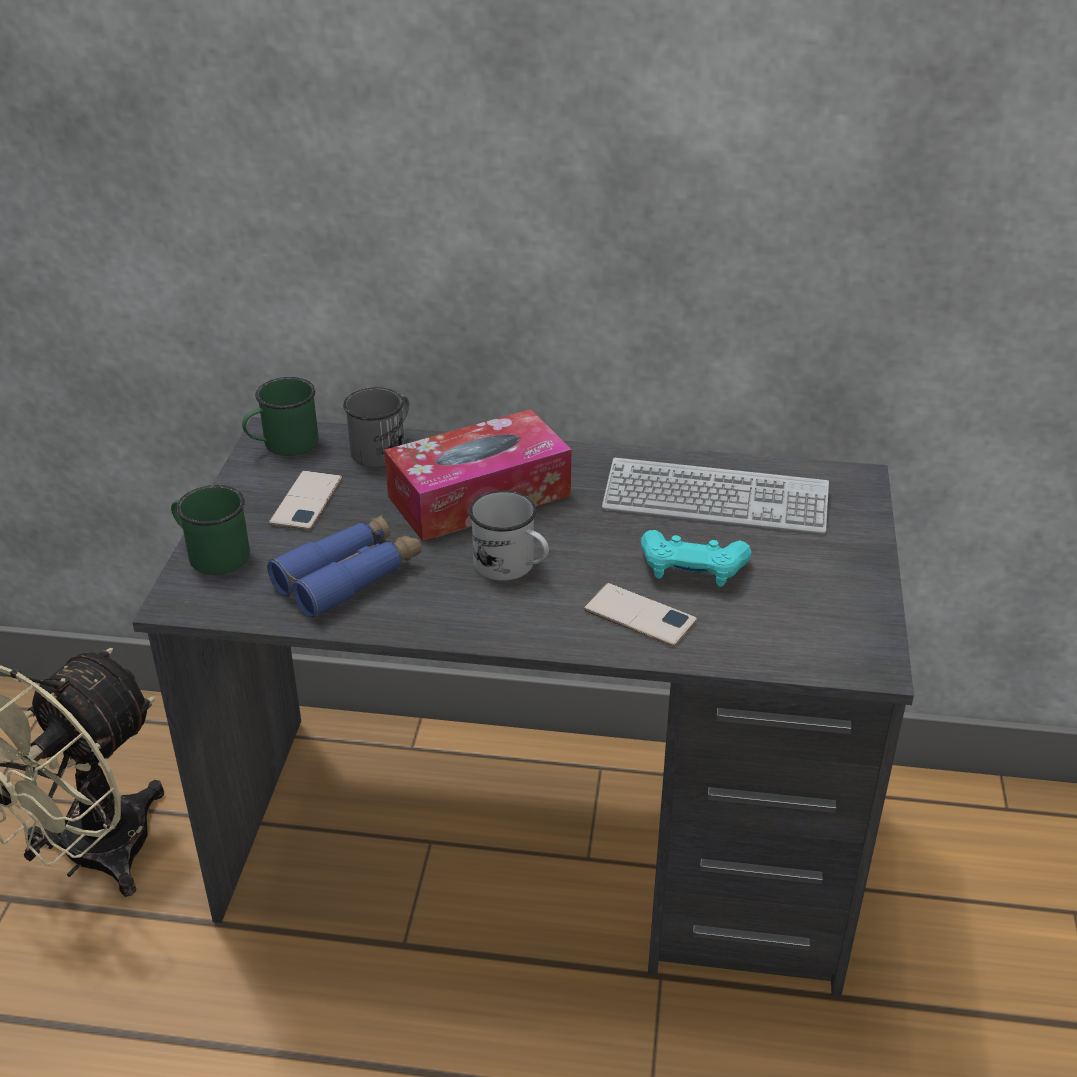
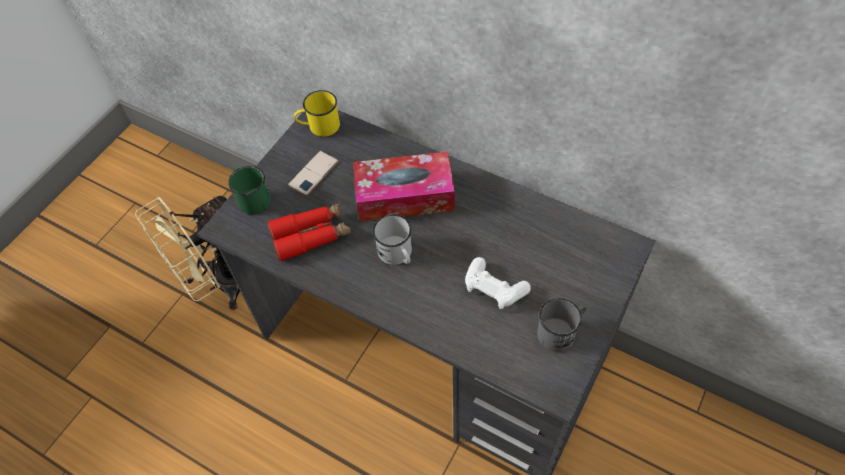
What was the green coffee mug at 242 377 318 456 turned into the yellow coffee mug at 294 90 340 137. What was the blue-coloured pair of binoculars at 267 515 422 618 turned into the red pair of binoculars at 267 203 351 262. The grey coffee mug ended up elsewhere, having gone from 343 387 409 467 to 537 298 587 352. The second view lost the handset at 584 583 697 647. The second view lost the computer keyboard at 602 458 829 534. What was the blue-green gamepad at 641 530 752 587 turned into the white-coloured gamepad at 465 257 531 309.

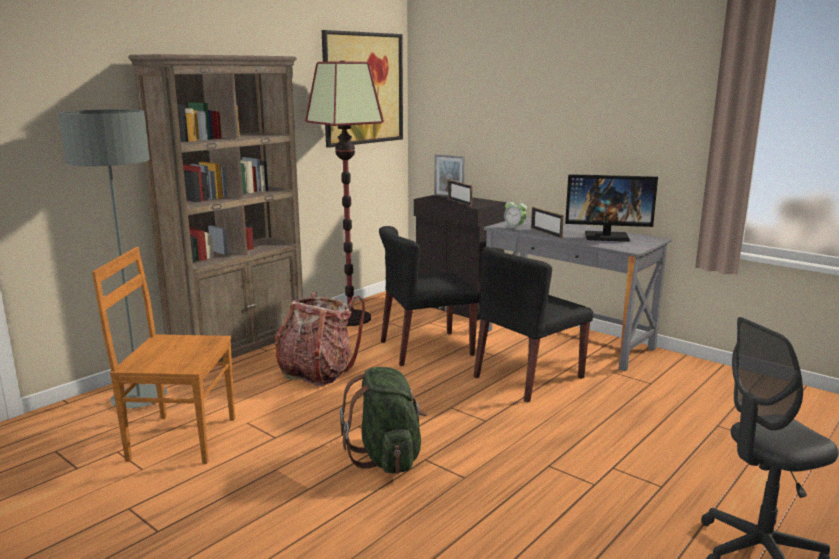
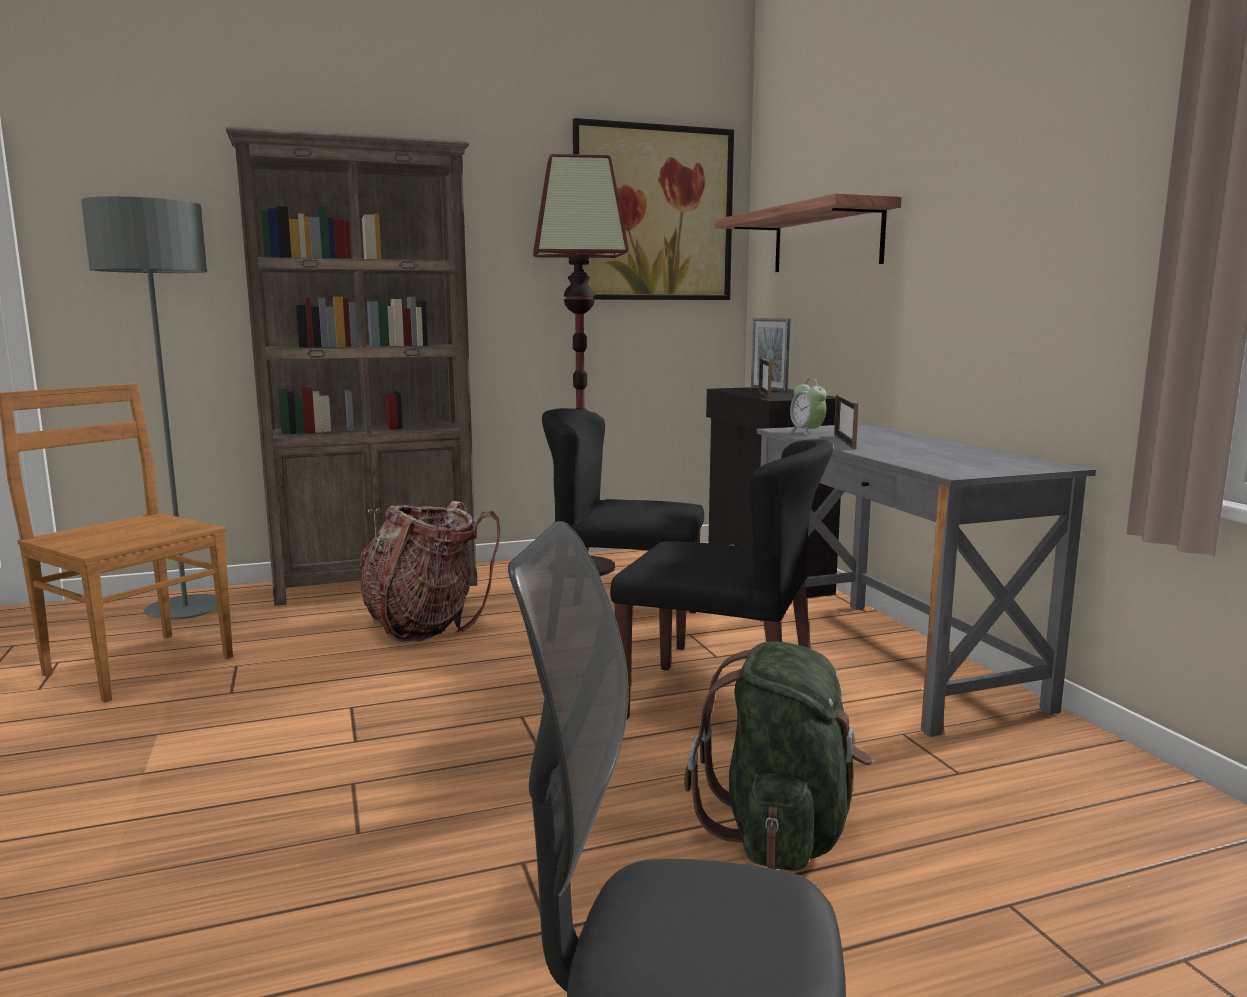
The green rucksack ended up elsewhere, having gone from 340 367 427 474 to 684 642 873 871. The black upright chair at 474 247 593 402 ended up facing another way, 150 degrees counterclockwise from before. The second view lost the computer screen at 565 174 658 242. The second view gained the bracket shelf at 715 193 902 272.

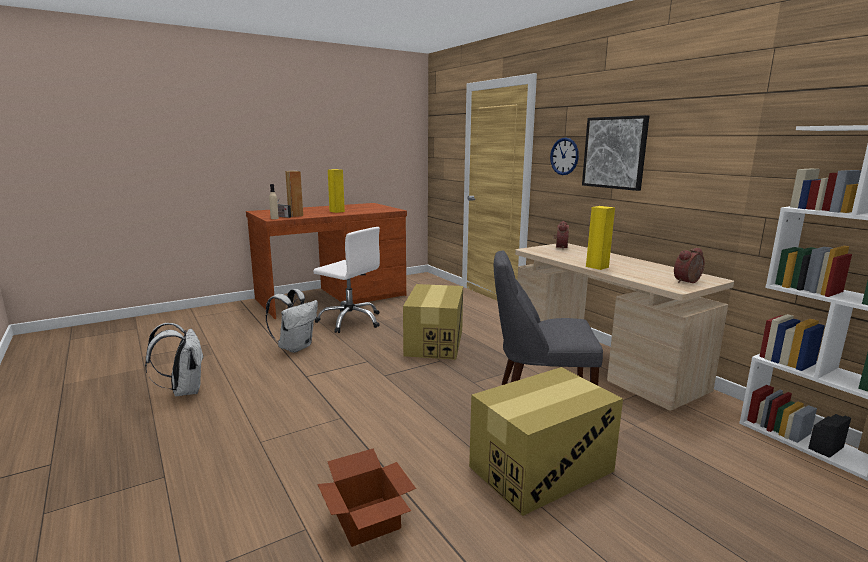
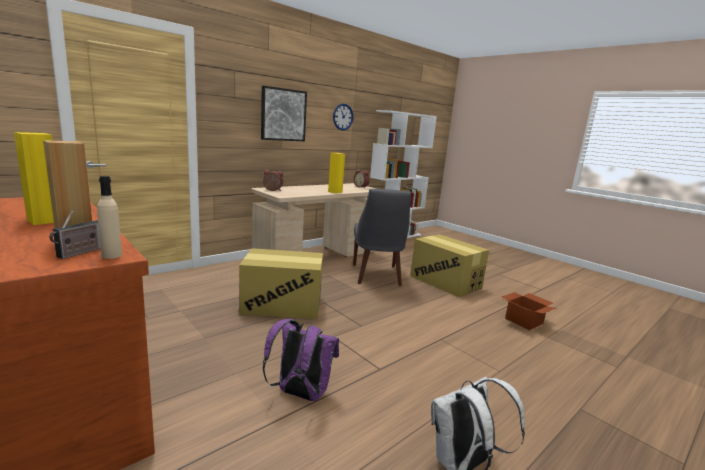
What was the white-coloured rucksack at 265 289 318 353 turned into the purple-coloured rucksack at 263 319 339 401. The second view lost the white-coloured computer chair at 313 227 380 333. The clock on the wall ended up elsewhere, having gone from 550 138 579 175 to 333 104 353 131.

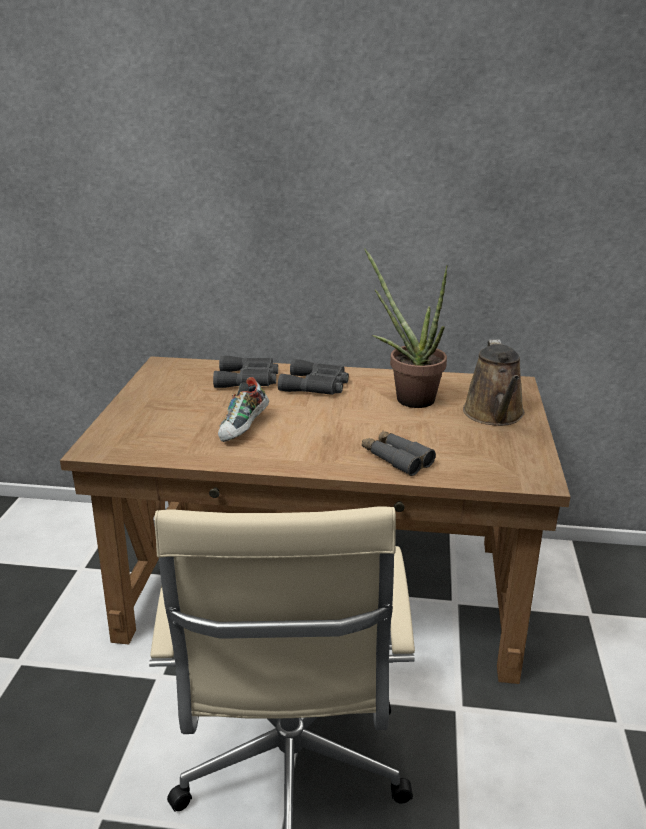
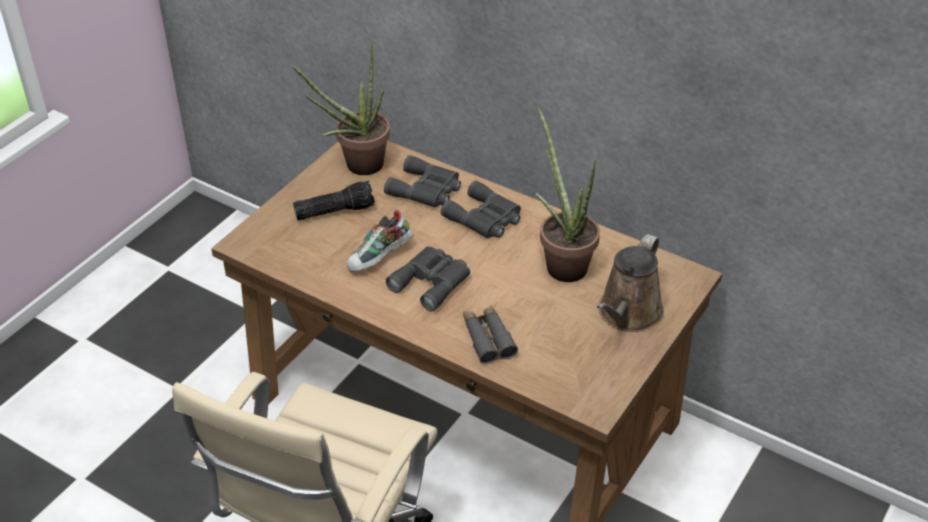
The second view gained the potted plant at 292 41 390 175. The second view gained the torch at 293 181 375 220. The second view gained the grey pair of binoculars at 386 247 470 311.

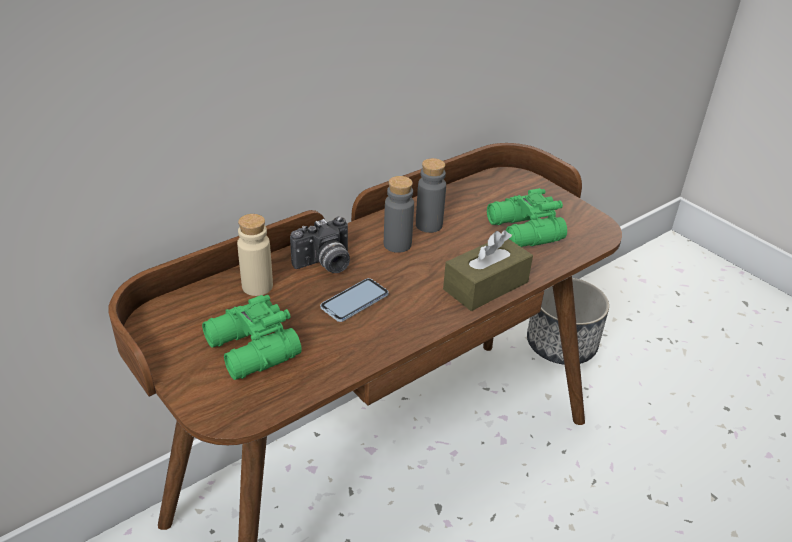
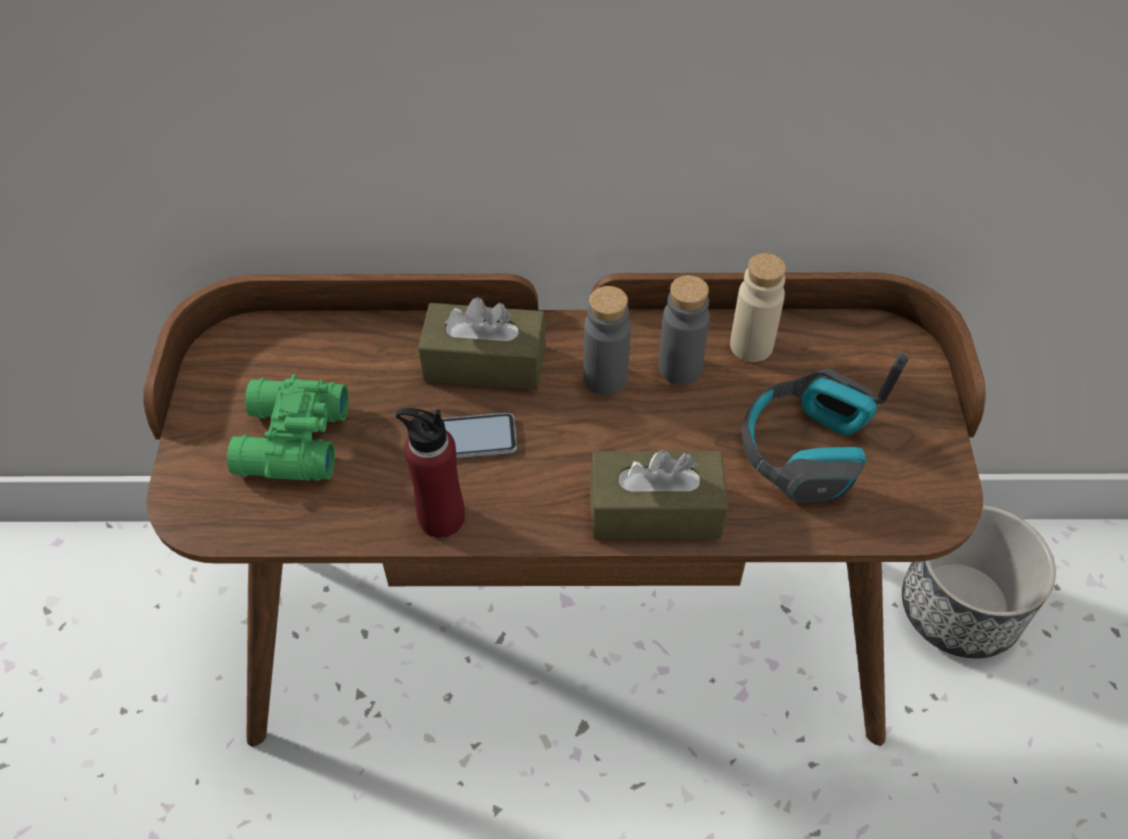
The sand-coloured drink bottle ended up elsewhere, having gone from 237 214 273 296 to 730 253 786 362. Where the still camera stood at 290 217 350 273, the brownish tissue holder came to stand at 418 297 546 390. Where the green pair of binoculars stood at 487 188 567 247, the headset came to stand at 742 353 909 503. The second view gained the red drink bottle at 396 408 465 538.

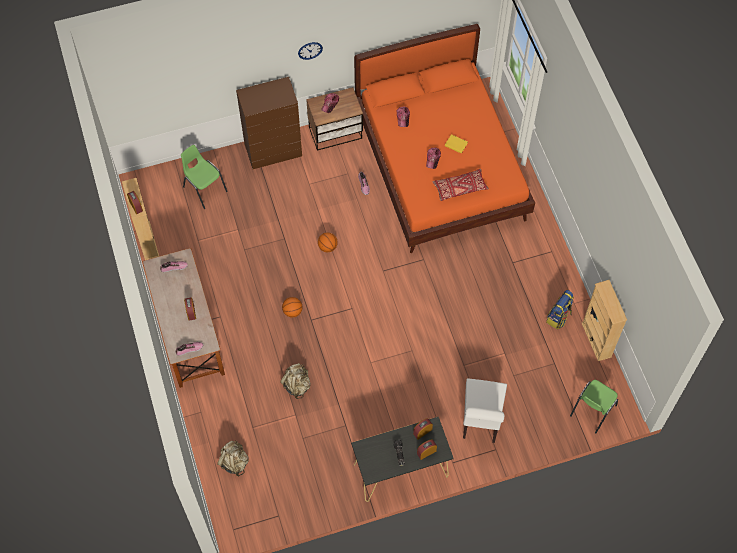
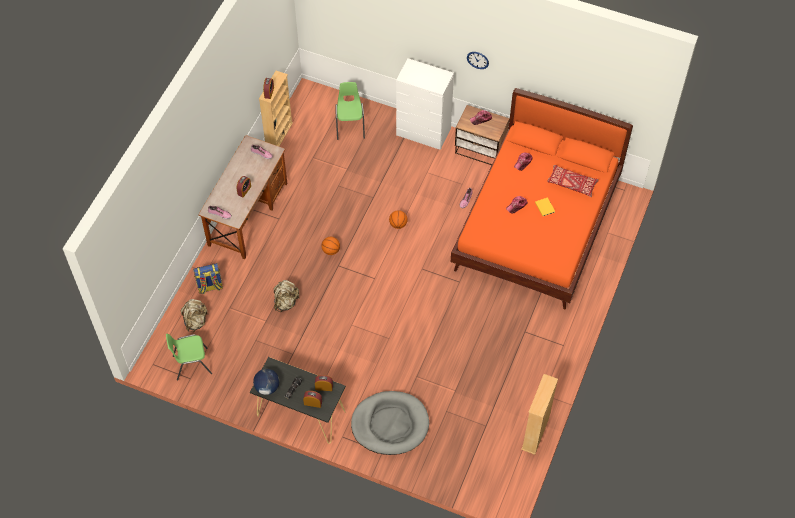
What was the brownish chest of drawers at 236 77 302 169 turned into the white-coloured chest of drawers at 396 58 454 150. The red cushion ended up elsewhere, having gone from 433 169 489 201 to 547 165 599 197. Where the white-coloured upright chair stood at 463 378 507 443, the grey dog cushion came to stand at 351 391 429 455. The rucksack ended up elsewhere, having gone from 546 290 574 330 to 193 263 223 294. The green upright chair ended up elsewhere, having gone from 570 380 618 433 to 166 334 212 381. The second view gained the globe at 253 369 279 395.

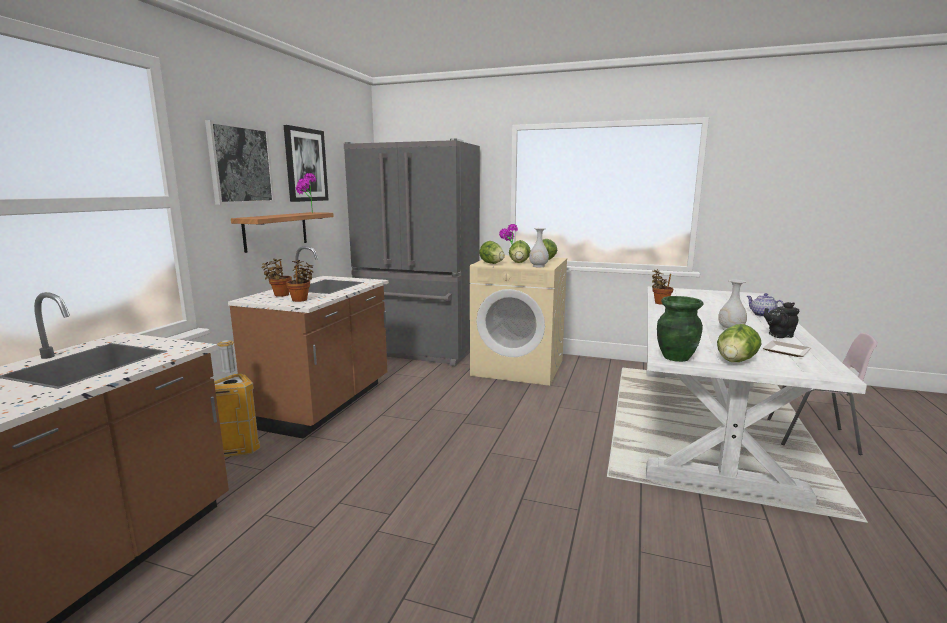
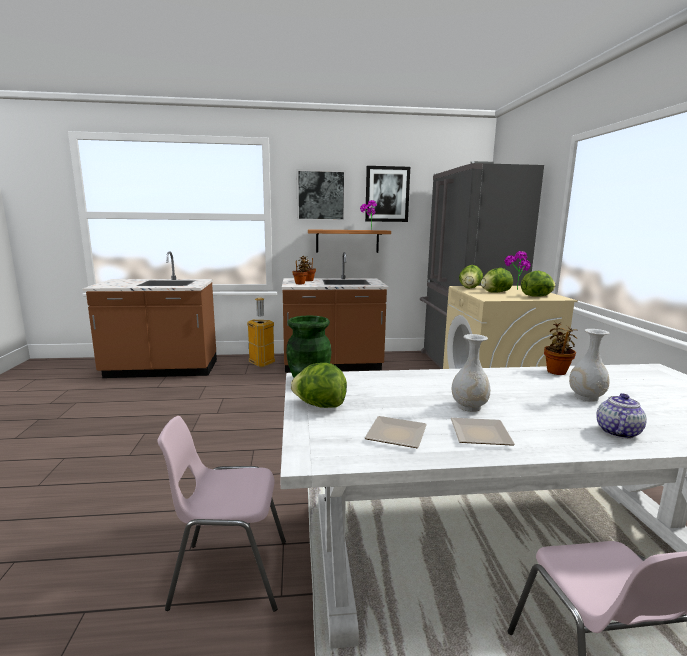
The white-coloured vase ended up elsewhere, having gone from 529 228 549 267 to 569 329 610 402. Where the black teapot stood at 764 302 799 338, the plate came to stand at 451 418 515 446. The second view gained the pink-coloured upright chair at 157 416 286 612.

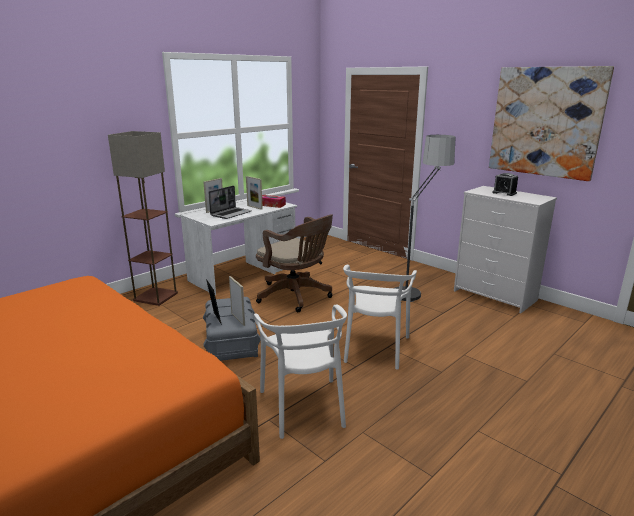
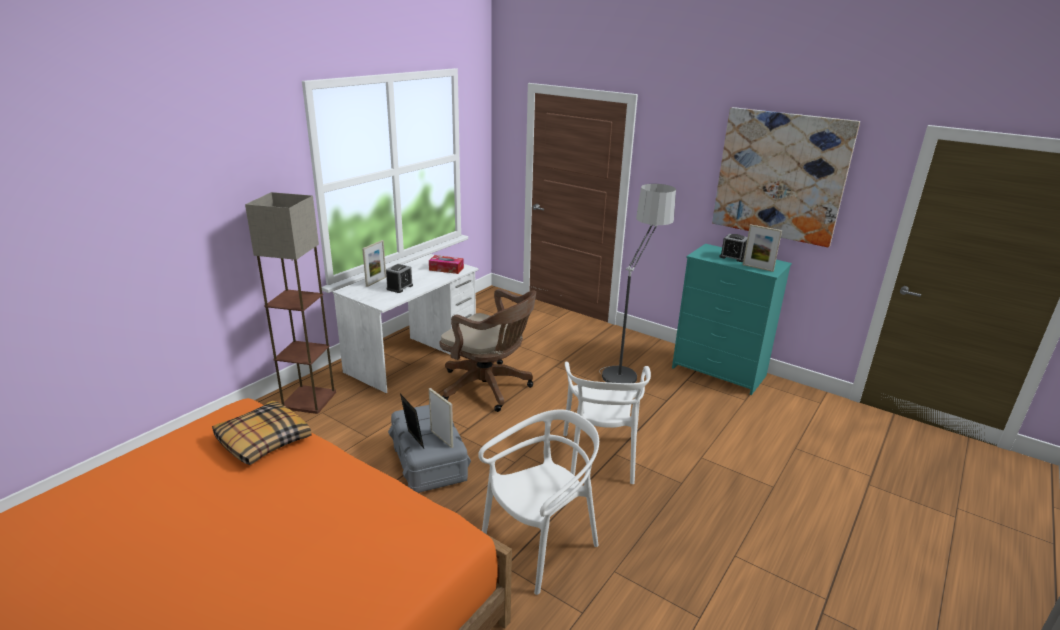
Where the notebook computer stood at 208 186 252 219, the alarm clock came to stand at 386 264 413 293. The picture frame ended up elsewhere, having gone from 246 176 263 210 to 743 224 782 272. The white-coloured upright chair at 254 304 347 439 ended up facing another way, 105 degrees counterclockwise from before. What was the white-coloured chest of drawers at 454 186 557 313 turned into the blue-green chest of drawers at 672 244 792 395. The second view gained the cushion at 212 401 312 465.

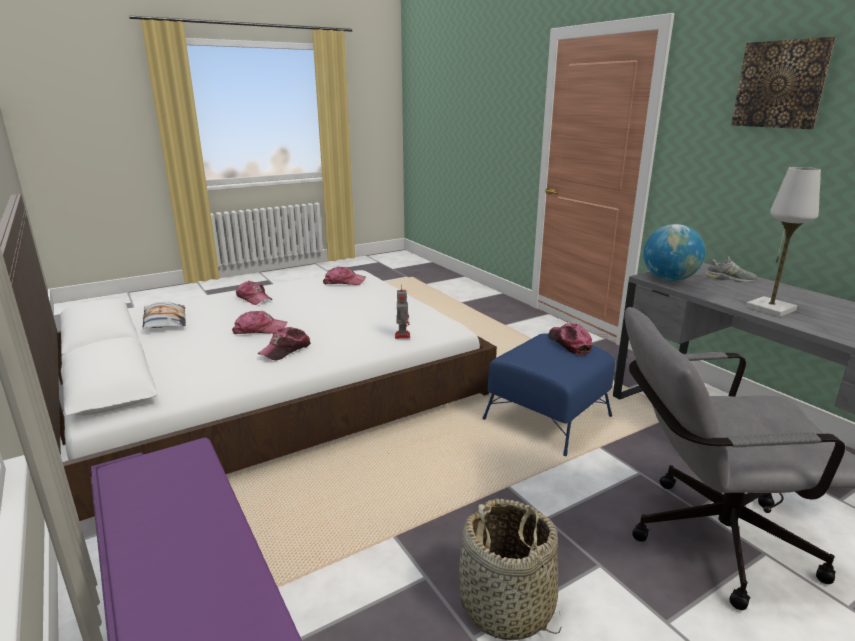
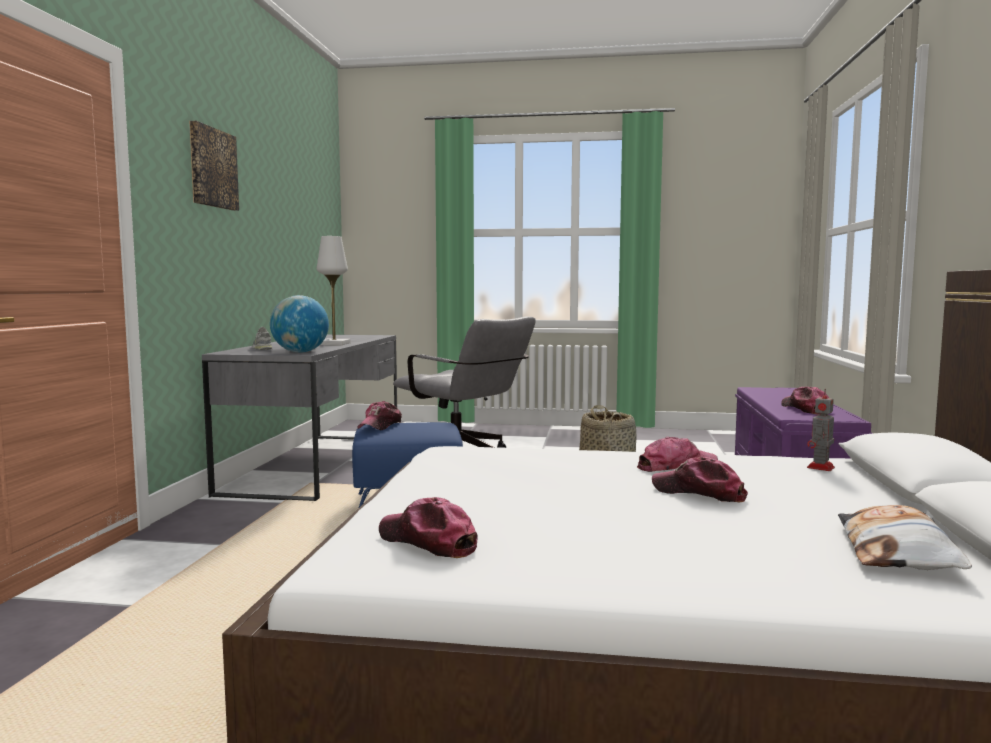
The peaked cap ended up elsewhere, having gone from 236 281 272 305 to 781 387 829 415. The model robot ended up elsewhere, having gone from 395 289 410 339 to 807 389 835 471.

